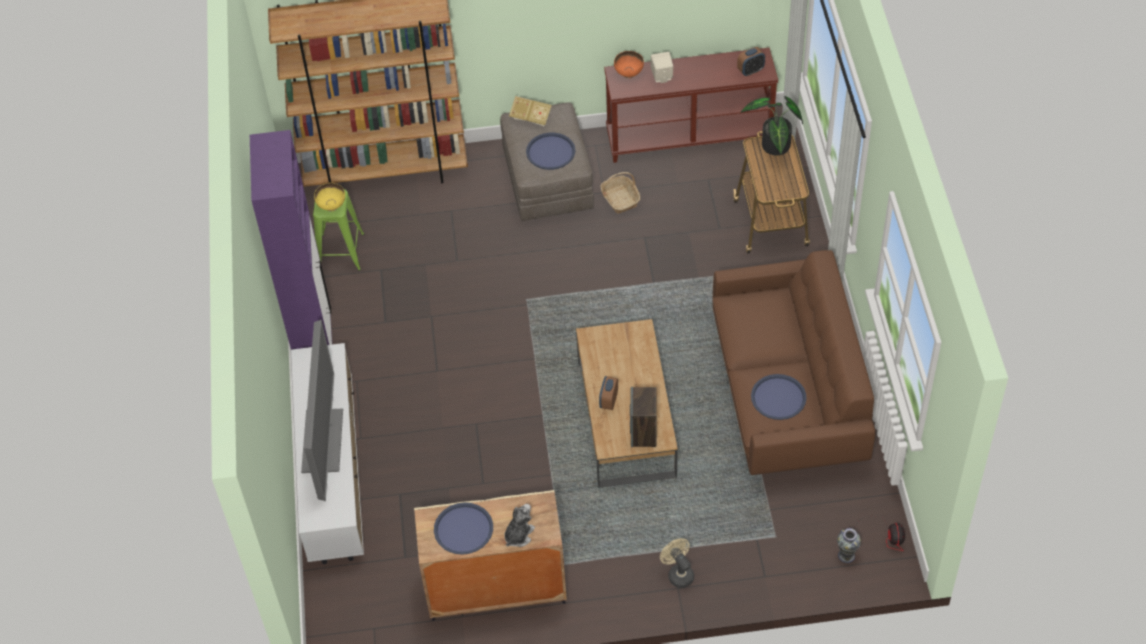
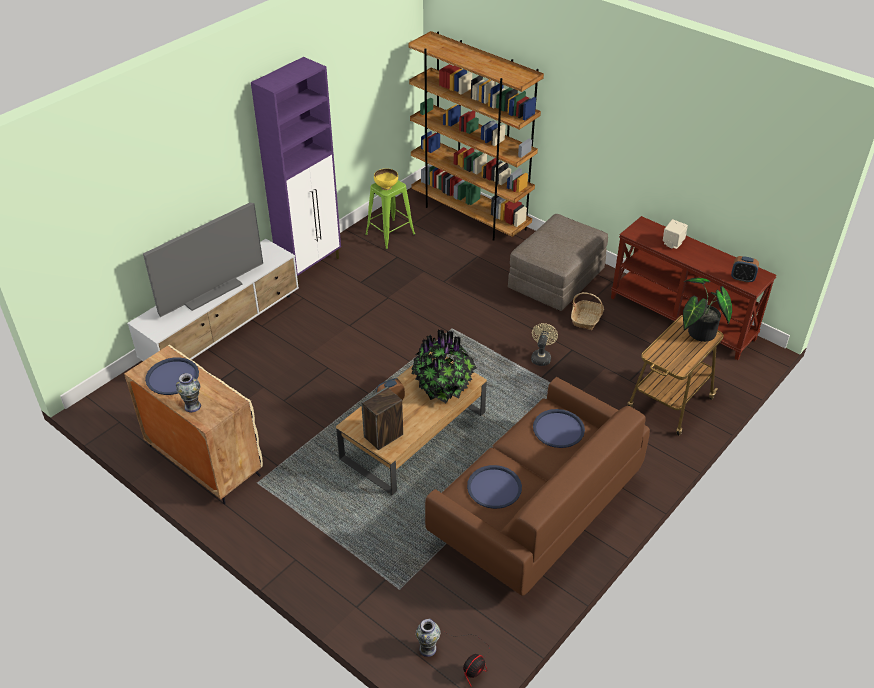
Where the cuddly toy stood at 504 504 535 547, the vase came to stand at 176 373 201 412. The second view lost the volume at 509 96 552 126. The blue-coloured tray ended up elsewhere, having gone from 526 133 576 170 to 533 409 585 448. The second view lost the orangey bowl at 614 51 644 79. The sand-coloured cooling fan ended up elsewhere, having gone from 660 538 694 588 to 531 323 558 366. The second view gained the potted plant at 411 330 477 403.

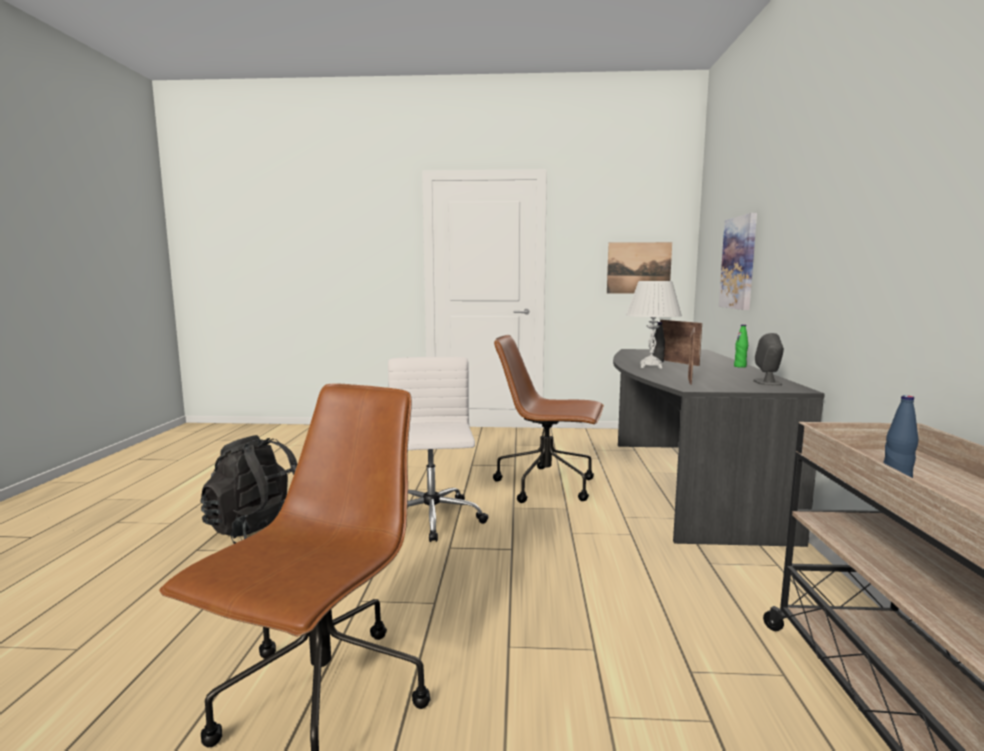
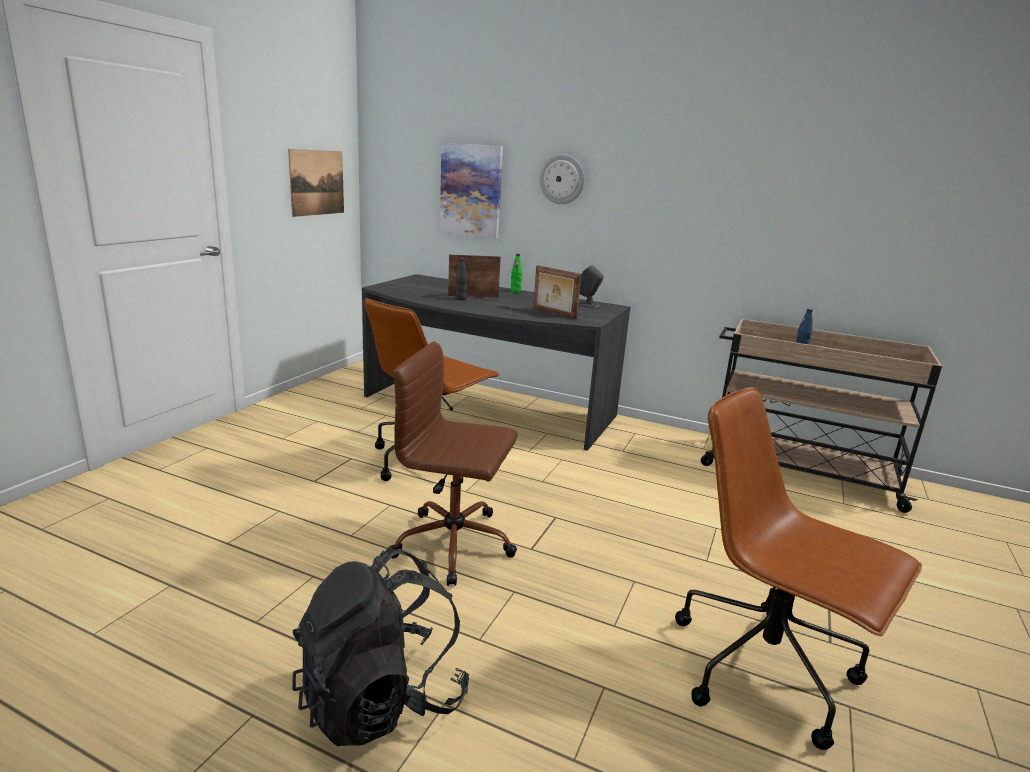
What was the white-coloured computer chair at 388 357 489 542 turned into the brownish computer chair at 390 341 518 586. The second view lost the white-coloured tabletop lamp at 626 281 682 369. The second view gained the clock on the wall at 540 154 585 204.

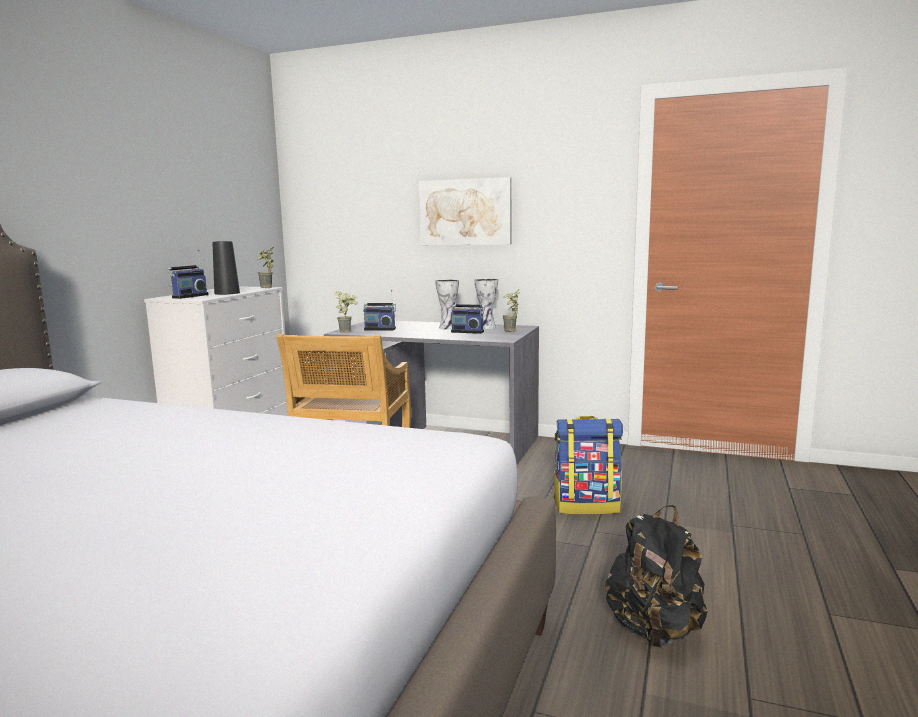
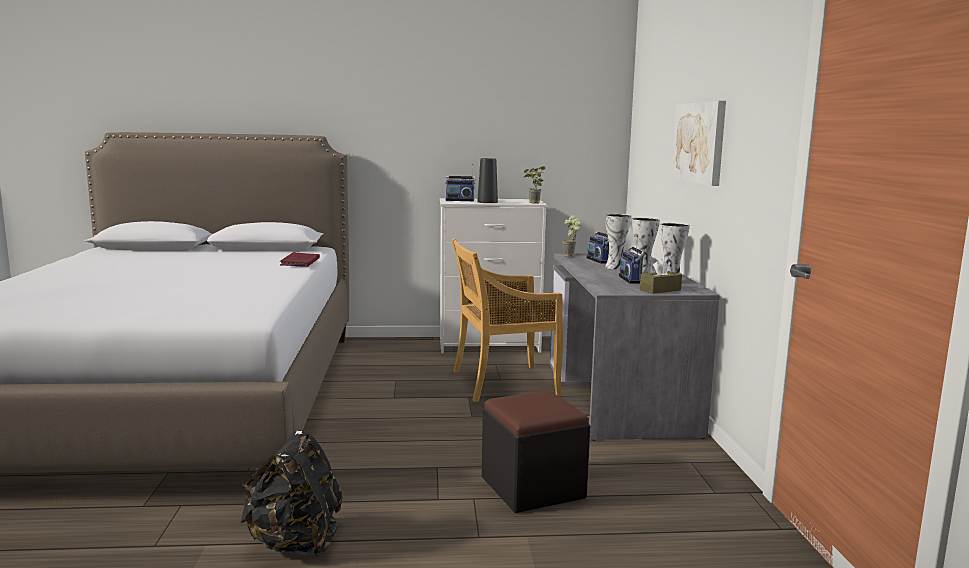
Where the potted plant stood at 503 289 520 332, the brownish tissue holder came to stand at 640 258 682 294. Where the rucksack stood at 553 416 623 515, the black pouffe came to stand at 482 391 590 513. The second view gained the red volume at 280 253 320 267. The second view gained the vase at 605 214 631 269.

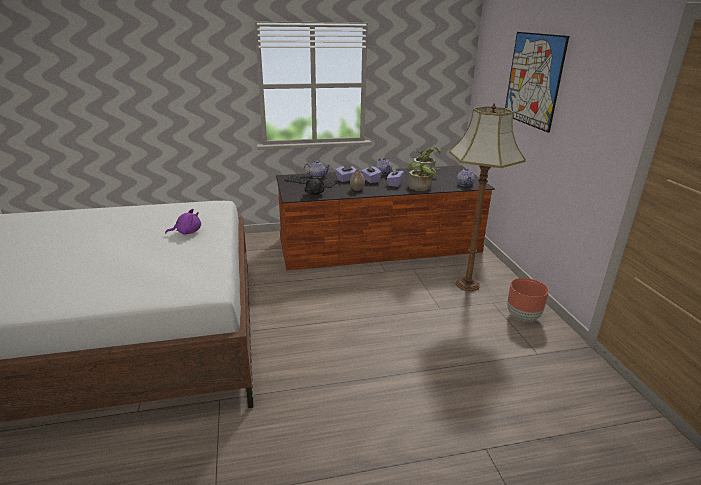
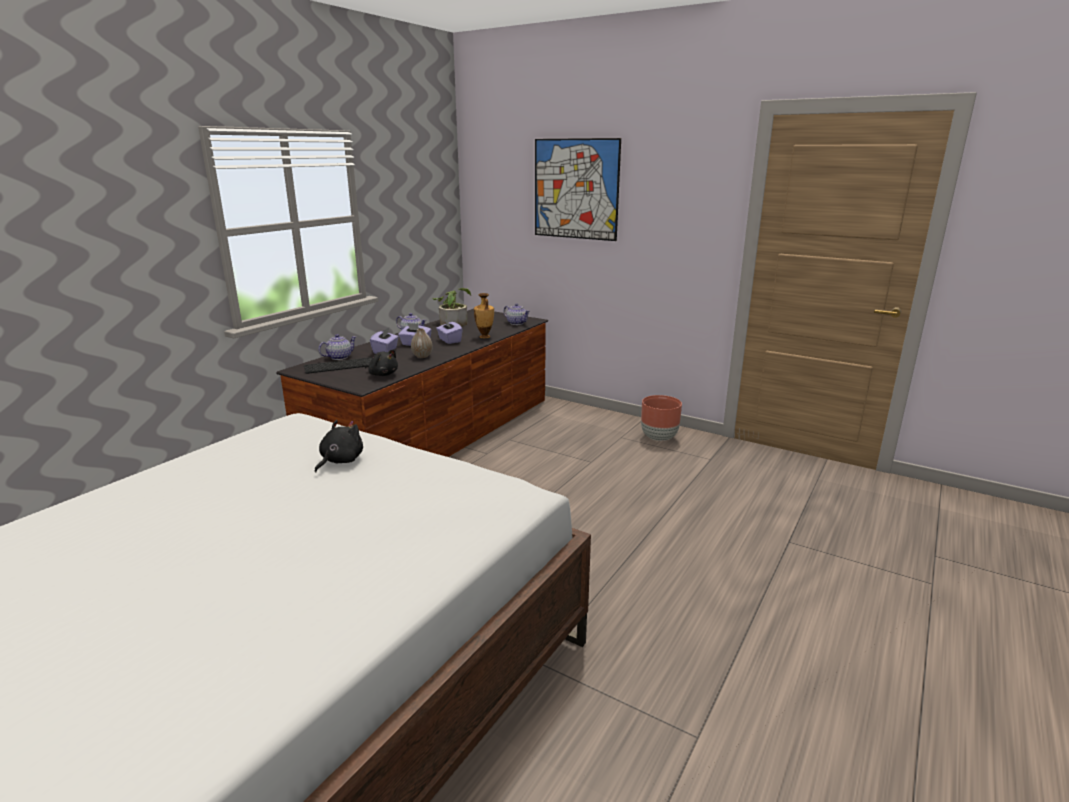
What was the purple-coloured cuddly toy at 165 209 201 235 turned into the black cuddly toy at 315 420 363 473. Where the potted plant stood at 408 162 440 191, the vase came to stand at 474 293 494 338. The second view lost the floor lamp at 449 103 526 291.

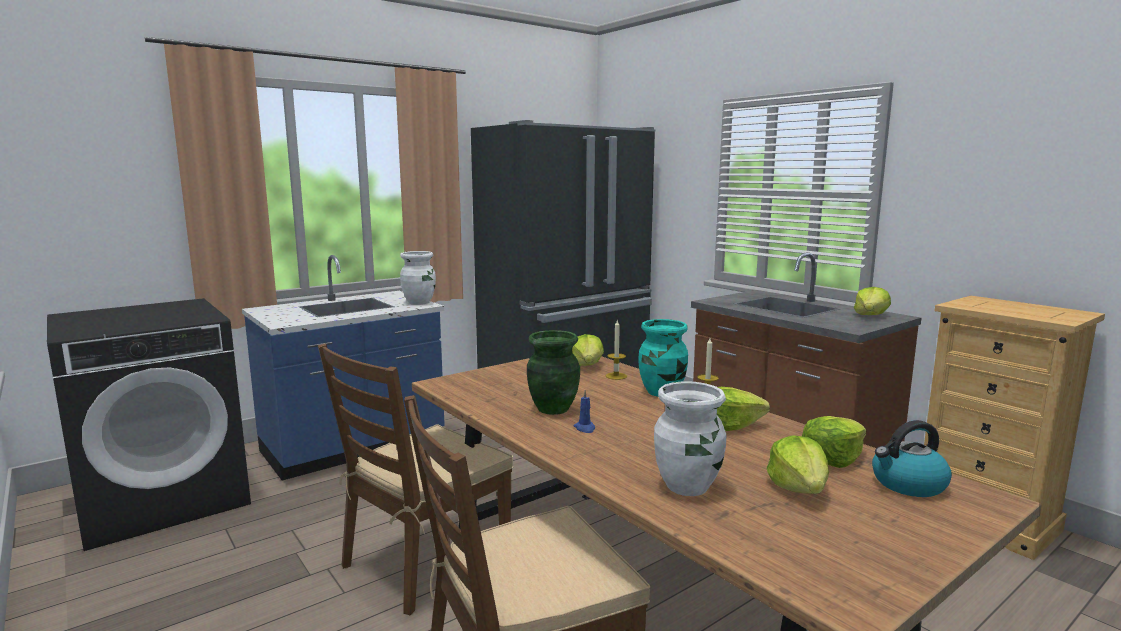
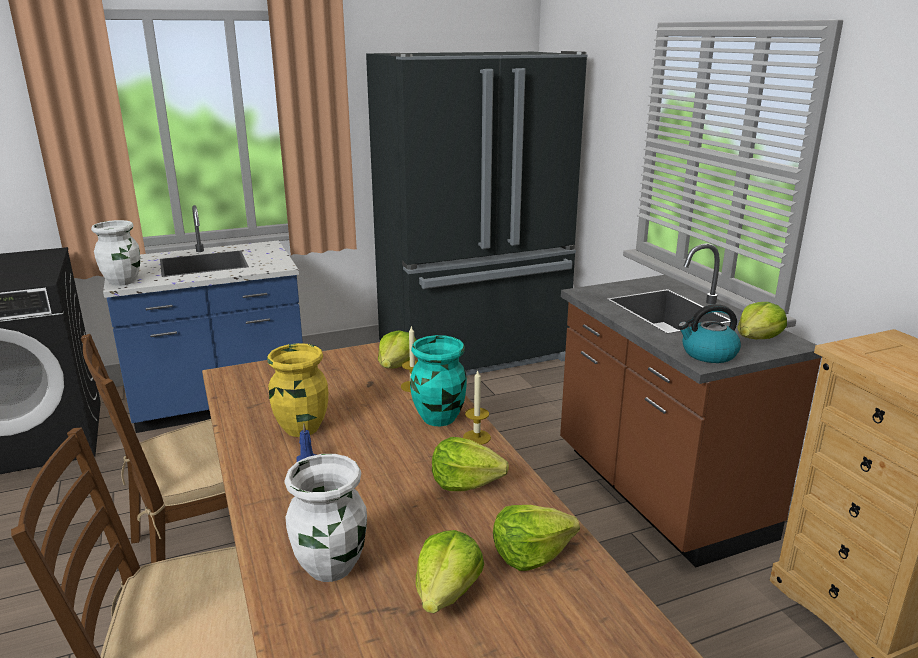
The white-coloured vase ended up elsewhere, having gone from 400 251 436 305 to 91 220 140 286. What was the green vase at 527 330 580 415 turned into the yellow vase at 267 343 328 437. The water kettle ended up elsewhere, having gone from 872 420 952 497 to 678 304 741 363.

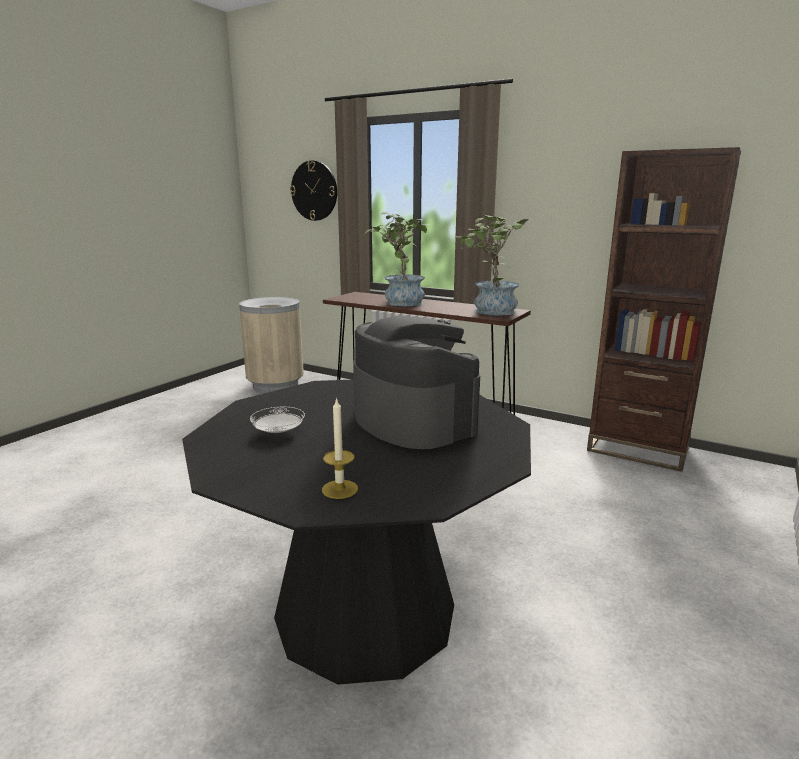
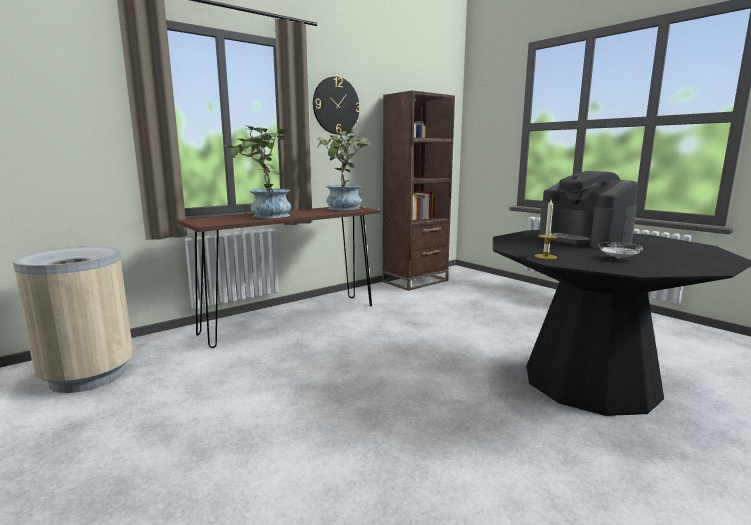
The clock on the wall ended up elsewhere, having gone from 290 161 337 221 to 313 76 360 134. The candle ended up elsewhere, having gone from 322 397 358 499 to 535 200 558 259. The coffee brewer at 354 316 480 449 ended up facing another way, 105 degrees counterclockwise from before.

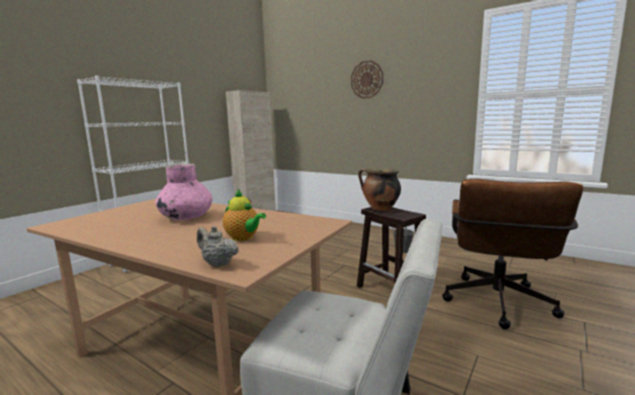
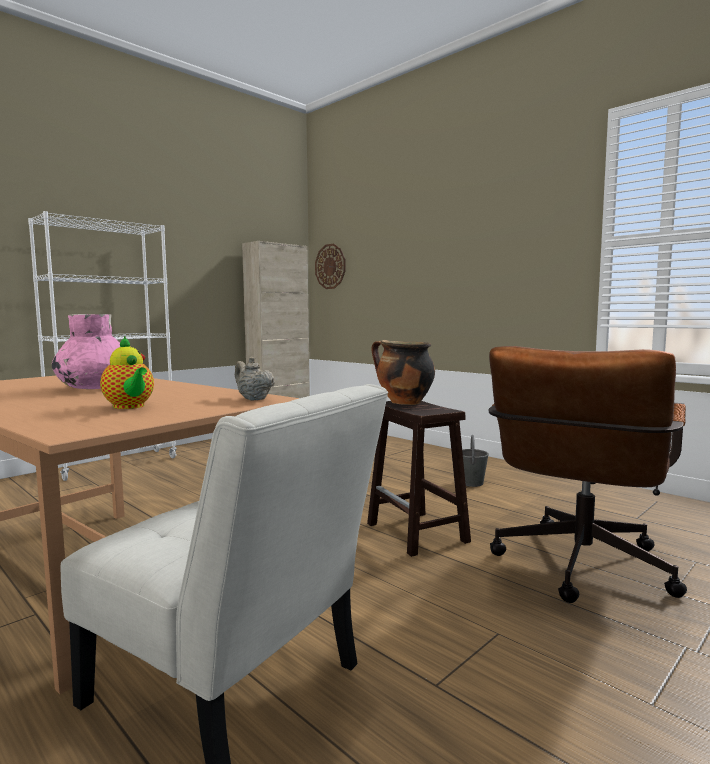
The sand-coloured teapot ended up elsewhere, having gone from 197 226 239 267 to 235 356 275 401. The clock on the wall ended up elsewhere, having gone from 351 60 383 99 to 315 244 345 289.

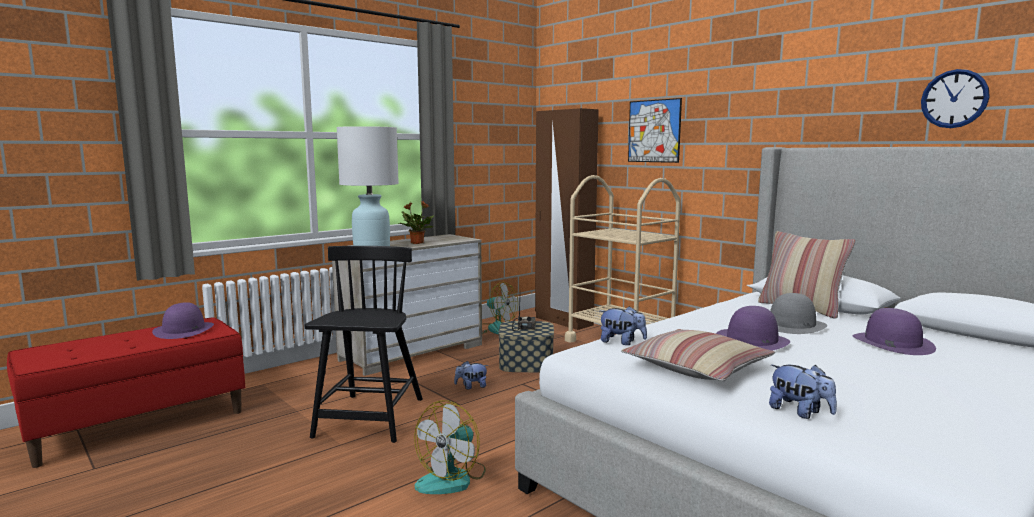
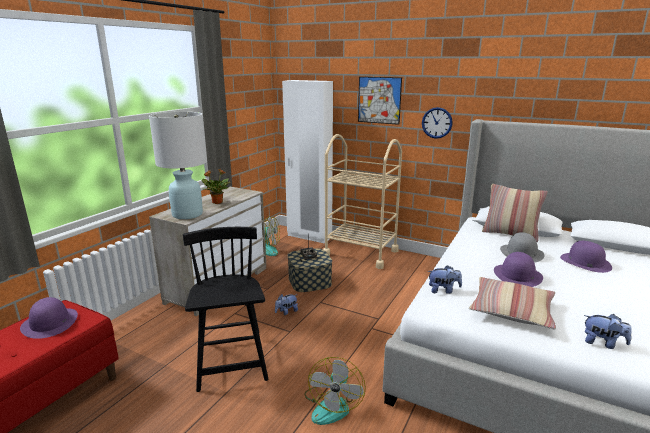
What was the brownish wardrobe at 535 108 599 330 turned into the white-coloured wardrobe at 282 80 333 244. The clock on the wall ended up elsewhere, having gone from 921 69 990 128 to 422 107 453 139.

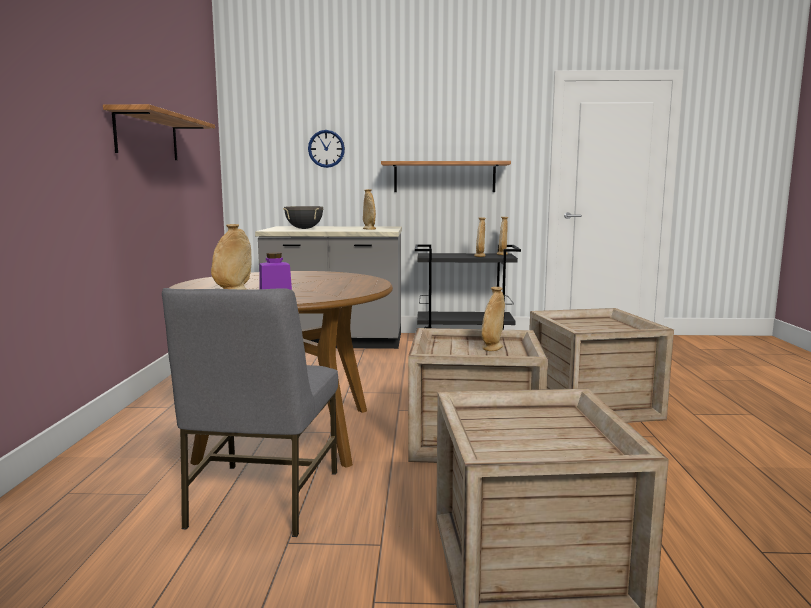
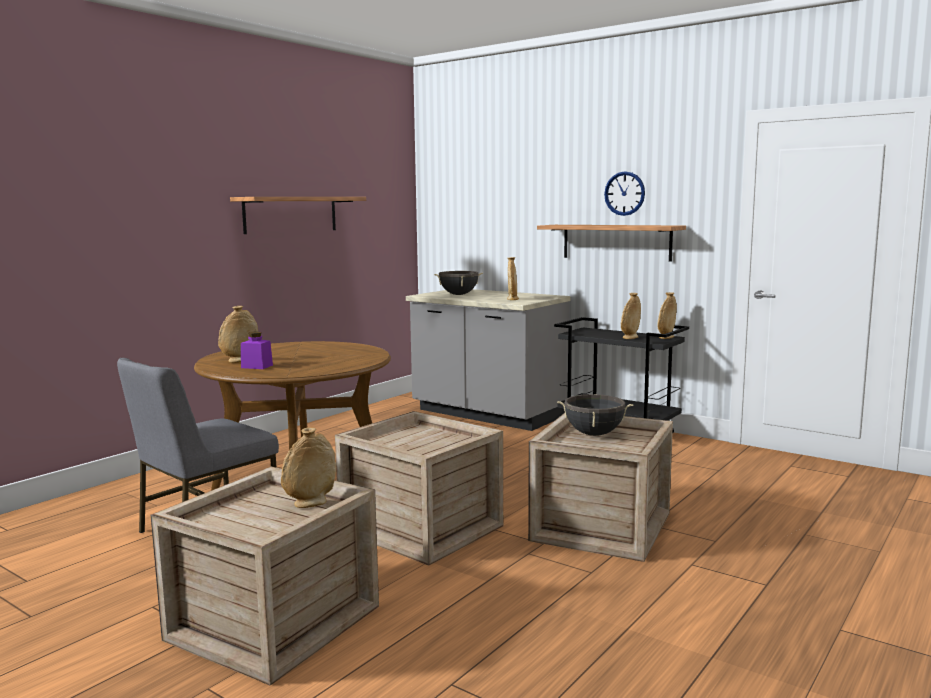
The clock on the wall ended up elsewhere, having gone from 308 130 345 168 to 604 171 645 216. The sand-coloured vase ended up elsewhere, having gone from 481 287 505 351 to 281 427 336 508. The second view gained the black stockpot at 557 394 633 436.

